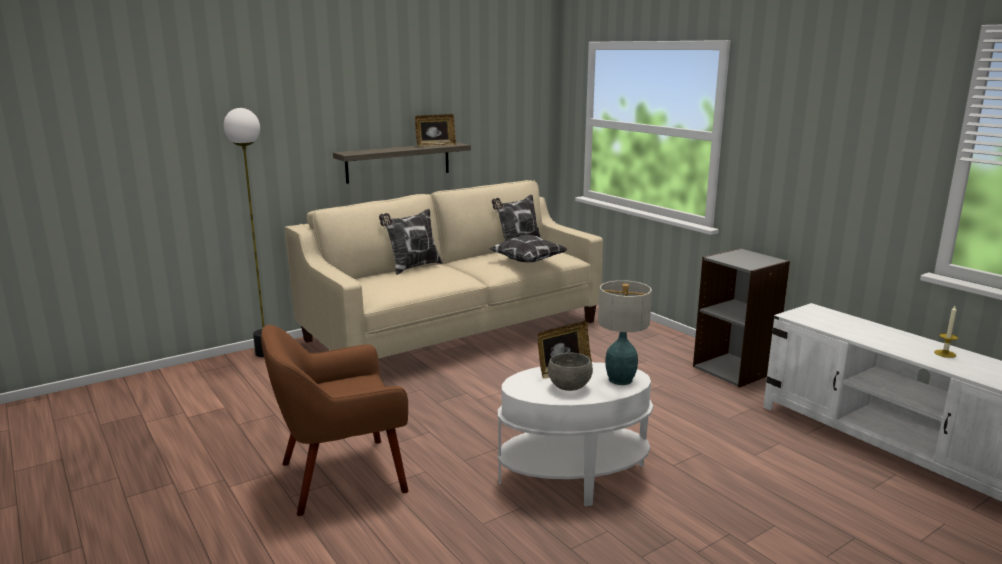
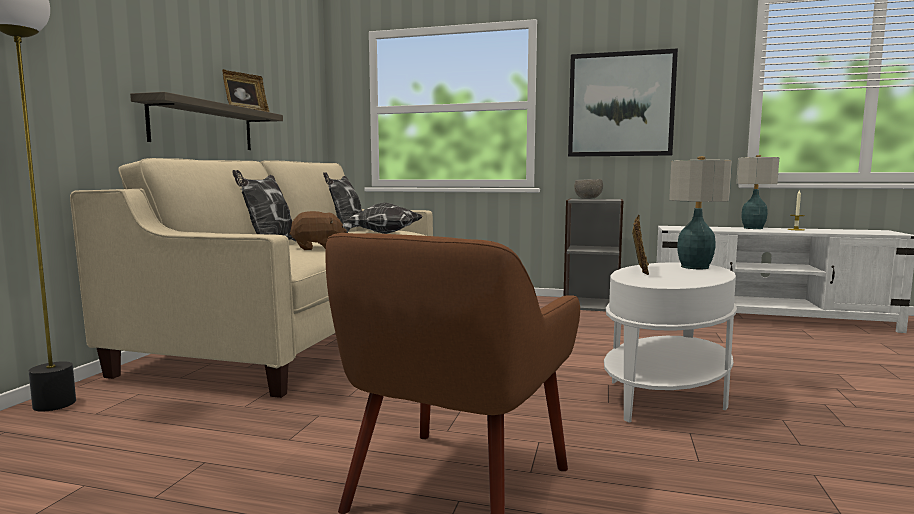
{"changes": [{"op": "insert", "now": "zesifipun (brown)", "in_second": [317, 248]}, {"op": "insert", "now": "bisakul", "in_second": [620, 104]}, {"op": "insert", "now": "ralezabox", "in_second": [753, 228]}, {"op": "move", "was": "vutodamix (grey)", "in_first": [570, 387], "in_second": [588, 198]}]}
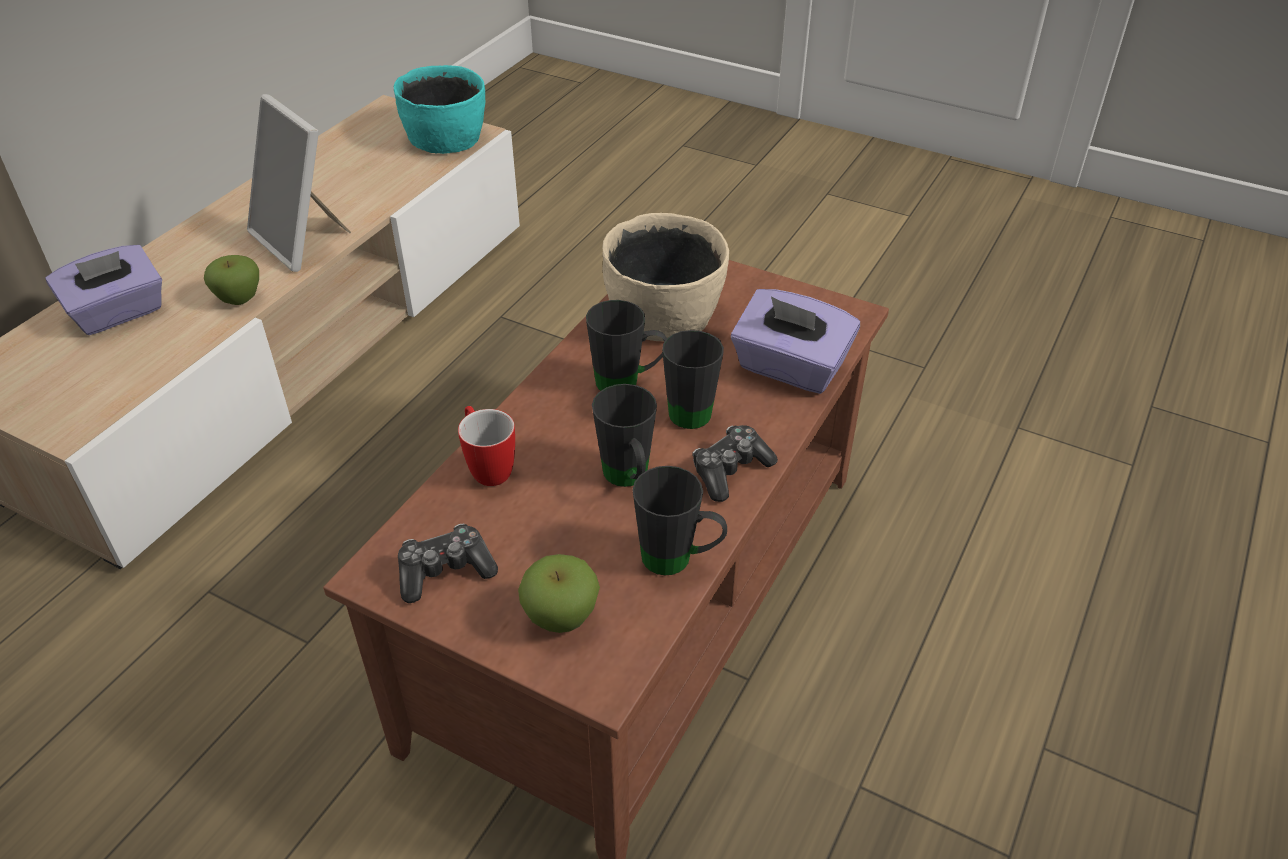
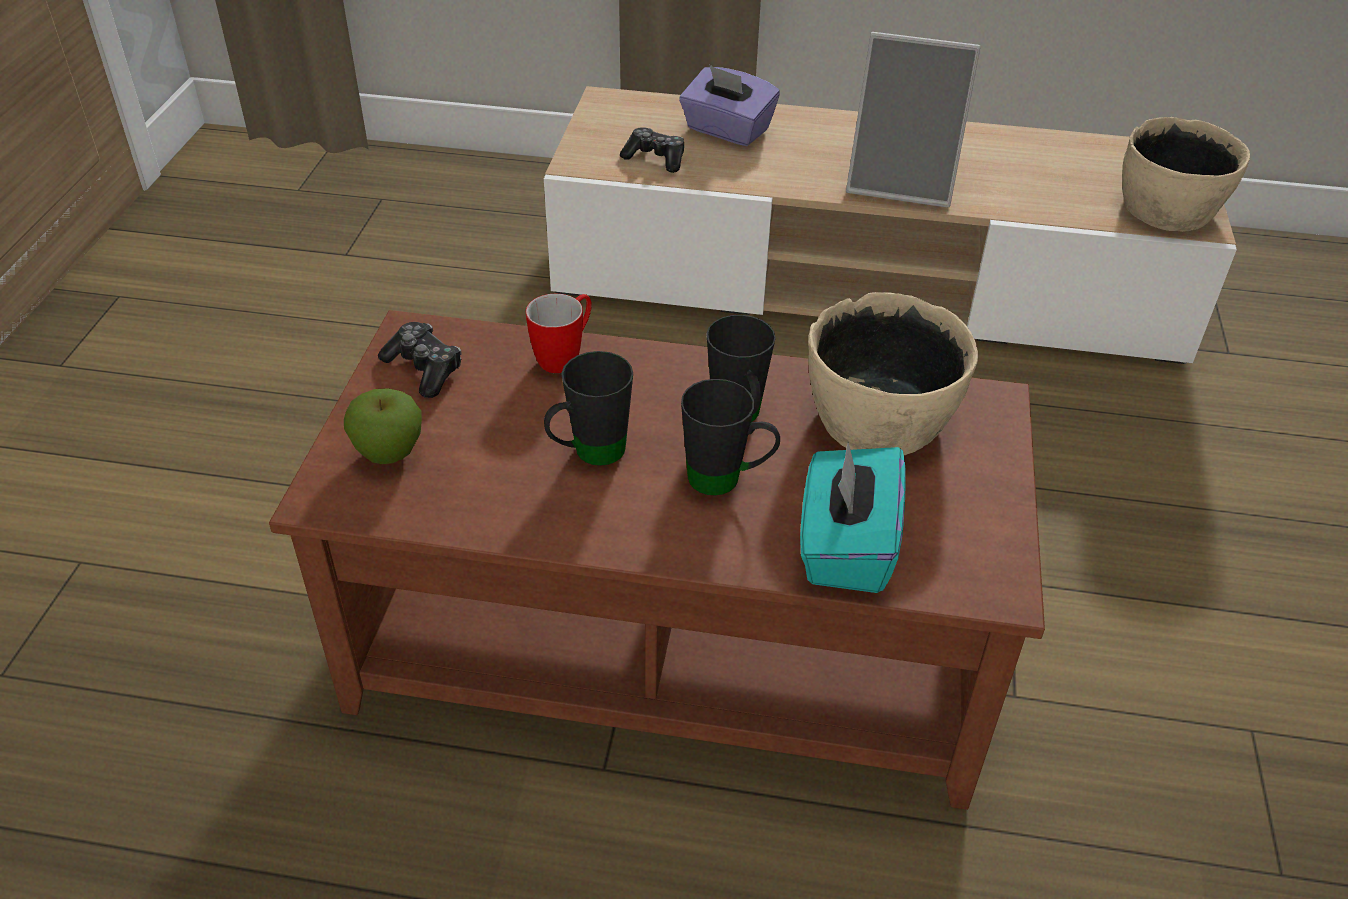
{"changes": [{"op": "delete", "was": "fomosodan", "in_first": [239, 299]}, {"op": "delete", "was": "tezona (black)", "in_first": [679, 560]}, {"op": "move", "was": "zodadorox", "in_first": [730, 470], "in_second": [655, 158]}, {"op": "recolor", "was": "vutodamix (turquoise)", "now": "vutodamix (beige)", "in_first": [447, 137], "in_second": [1169, 209]}, {"op": "recolor", "was": "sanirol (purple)", "now": "sanirol (turquoise)", "in_first": [790, 368], "in_second": [845, 547]}, {"op": "rotate", "was": "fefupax", "in_first": [303, 240], "in_second": [902, 183], "clockwise": -105}]}
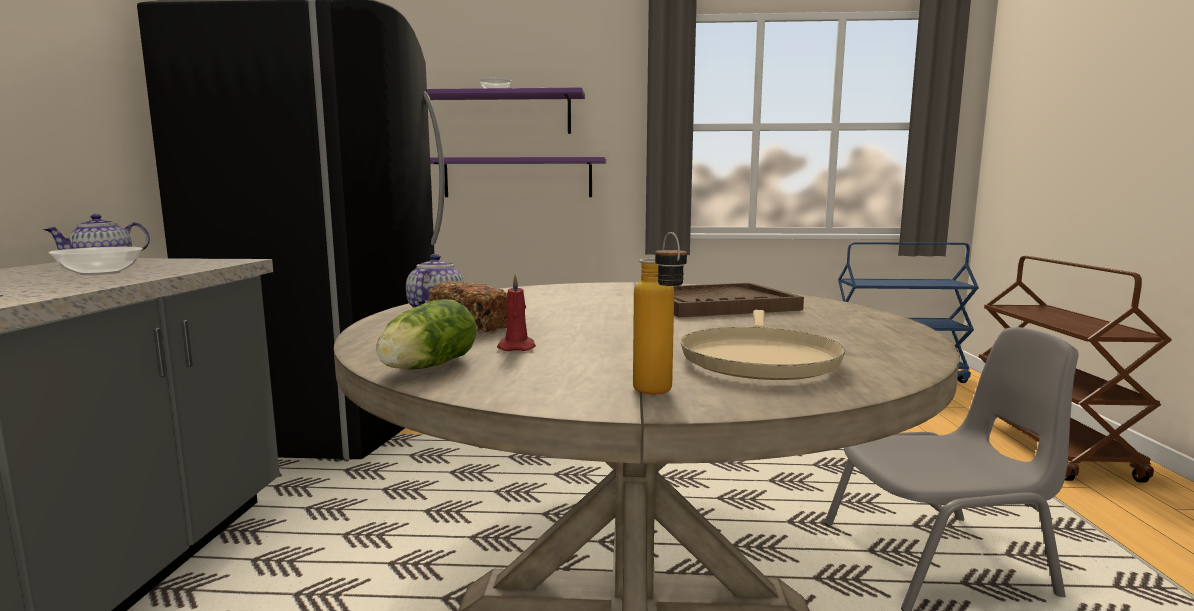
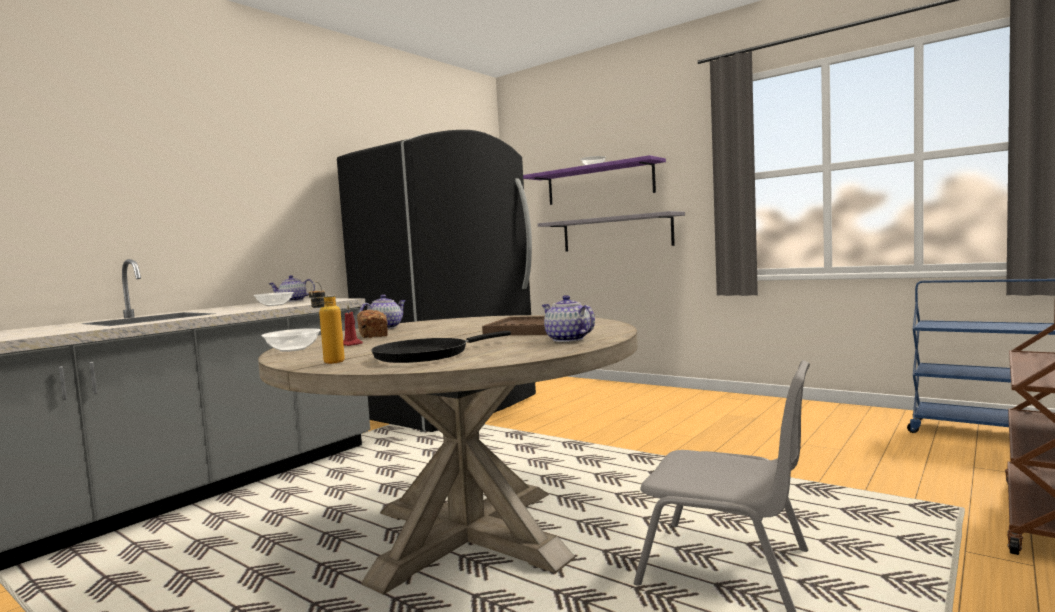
{"changes": [{"op": "insert", "now": "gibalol", "in_second": [568, 339]}, {"op": "replace", "was": "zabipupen", "now": "vutodamix", "in_first": [425, 367], "in_second": [293, 349]}, {"op": "recolor", "was": "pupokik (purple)", "now": "pupokik (grey)", "in_first": [517, 178], "in_second": [616, 233]}, {"op": "recolor", "was": "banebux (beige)", "now": "banebux (black)", "in_first": [758, 359], "in_second": [427, 355]}]}
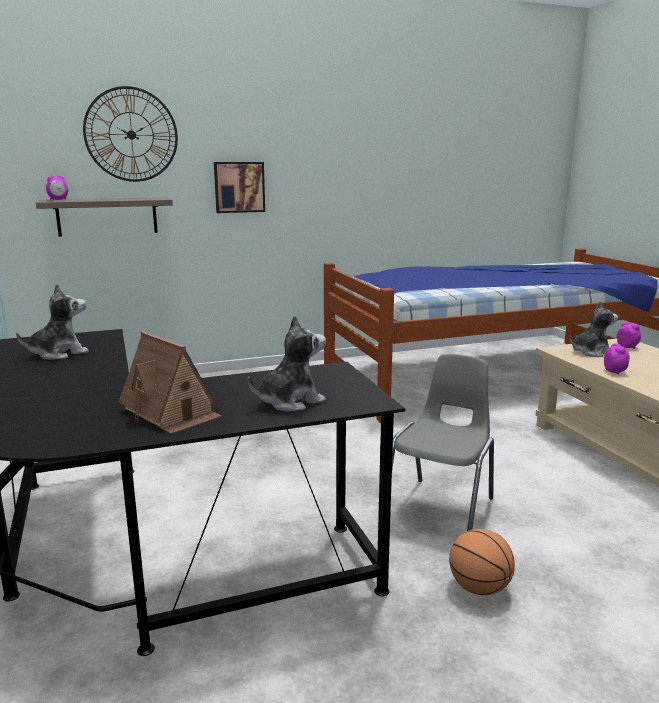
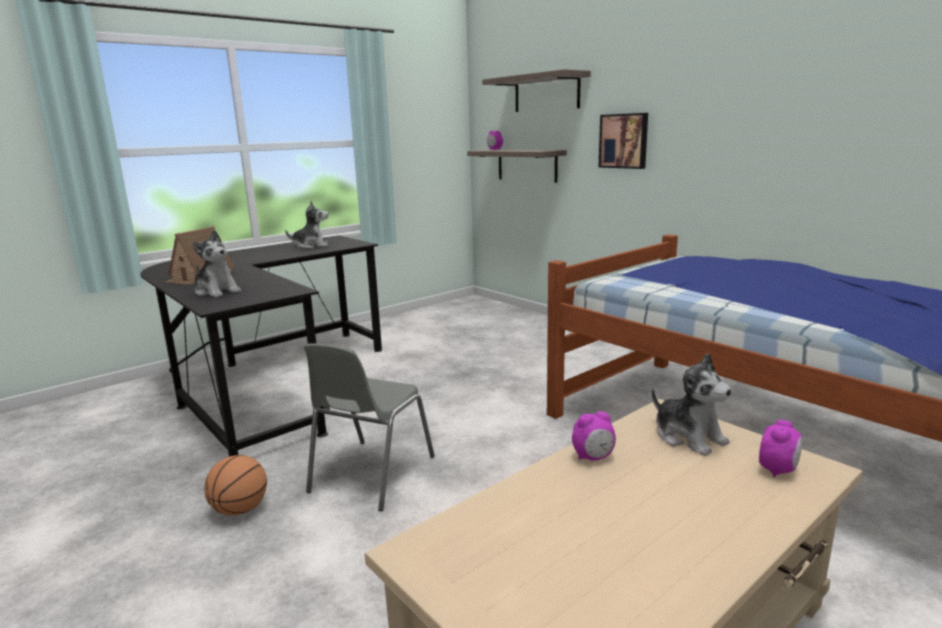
{"changes": [{"op": "replace", "was": "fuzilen", "now": "pupokik", "in_first": [131, 134], "in_second": [546, 93]}, {"op": "rotate", "was": "zesifipun", "in_first": [59, 353], "in_second": [311, 246], "clockwise": -45}, {"op": "rotate", "was": "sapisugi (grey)", "in_first": [441, 510], "in_second": [370, 475], "clockwise": 105}]}
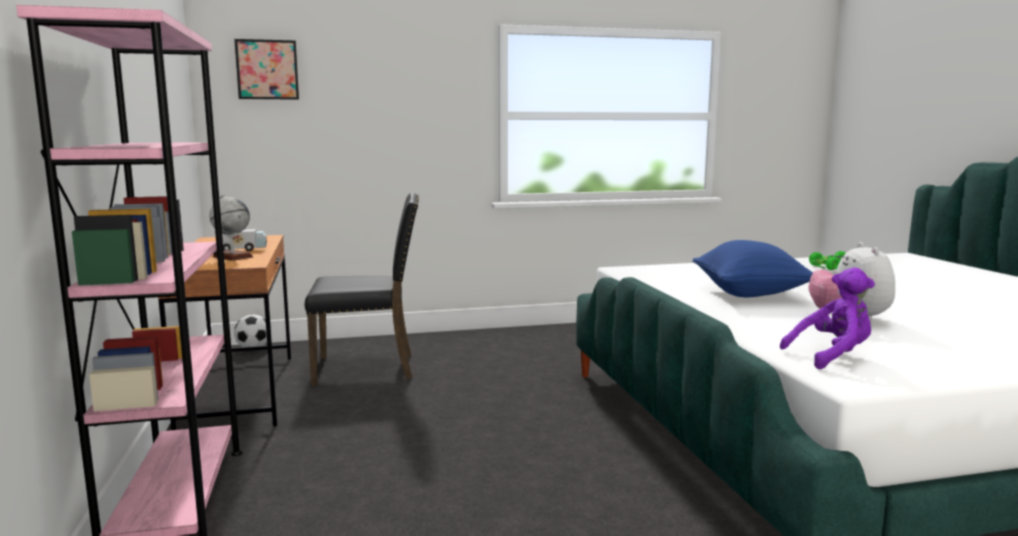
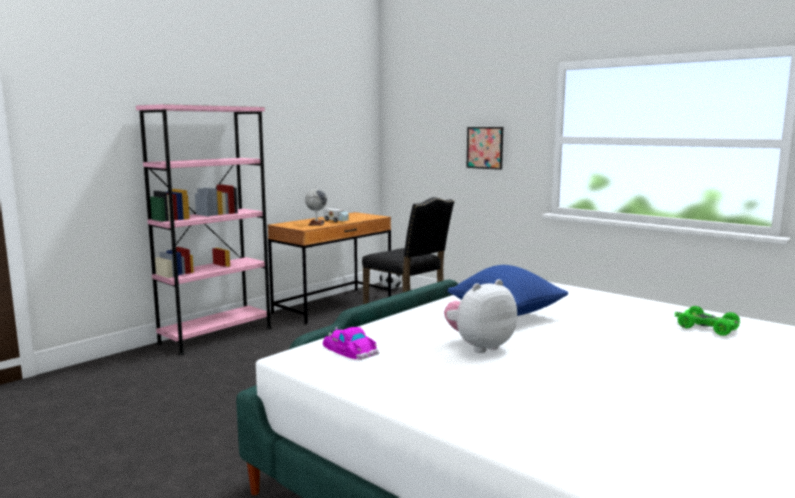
{"changes": [{"op": "move", "was": "bisakul", "in_first": [267, 69], "in_second": [485, 147]}, {"op": "replace", "was": "zesifipun (purple)", "now": "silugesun", "in_first": [832, 356], "in_second": [350, 350]}]}
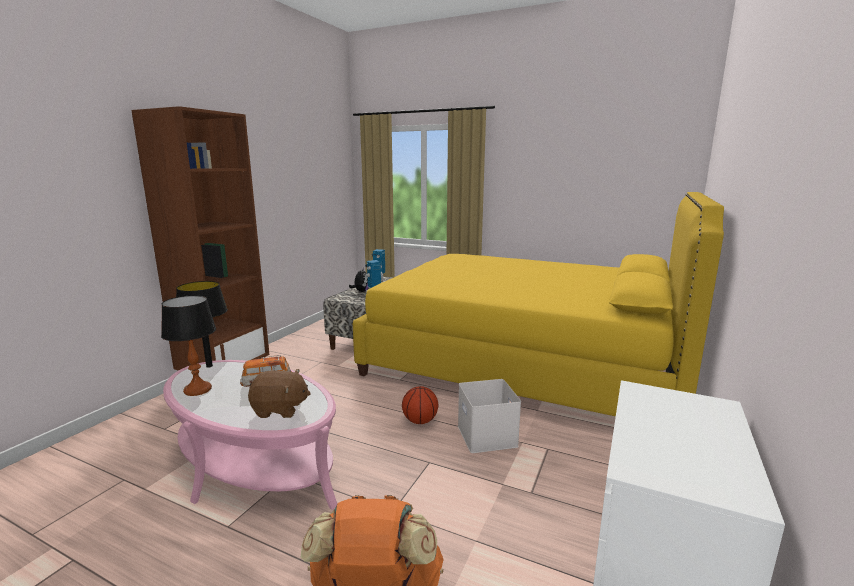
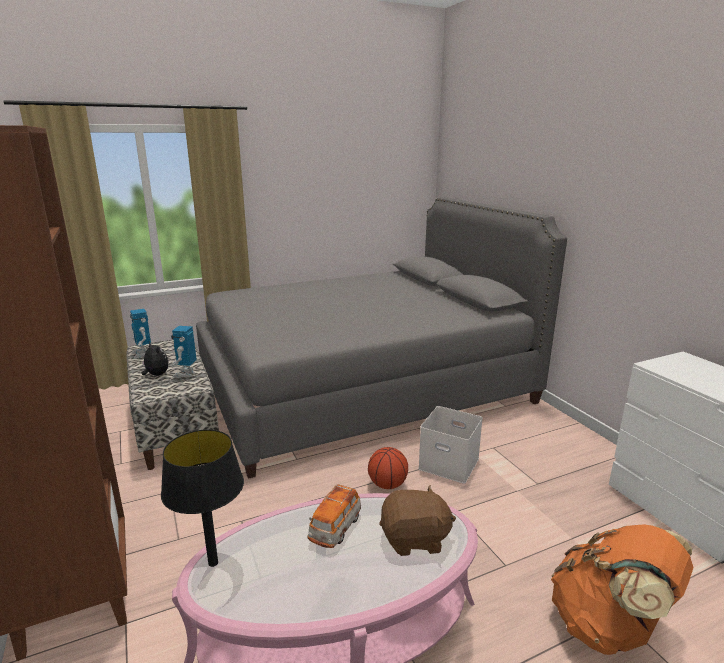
{"changes": [{"op": "delete", "was": "ralezabox", "in_first": [198, 390]}, {"op": "recolor", "was": "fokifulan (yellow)", "now": "fokifulan (grey)", "in_first": [525, 362], "in_second": [362, 387]}, {"op": "rotate", "was": "zesifipun (brown)", "in_first": [280, 409], "in_second": [415, 539], "clockwise": 45}]}
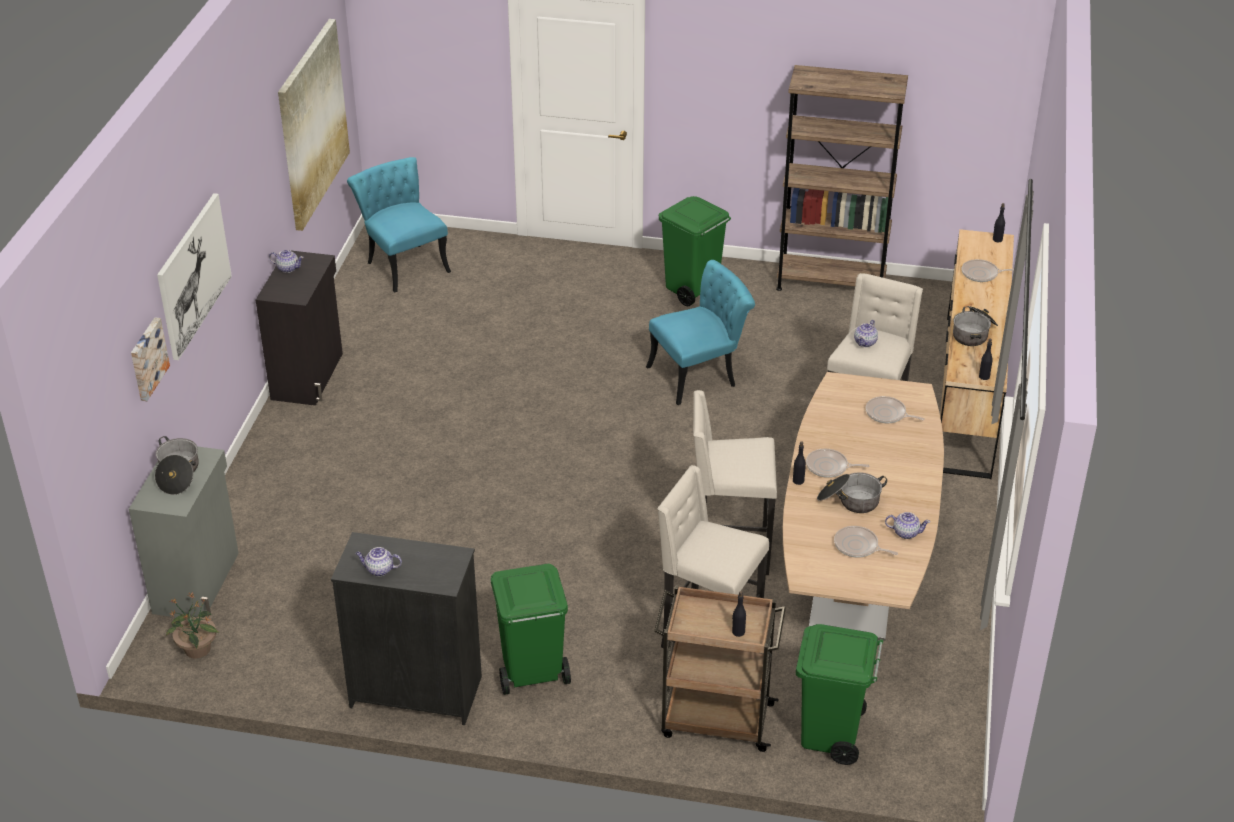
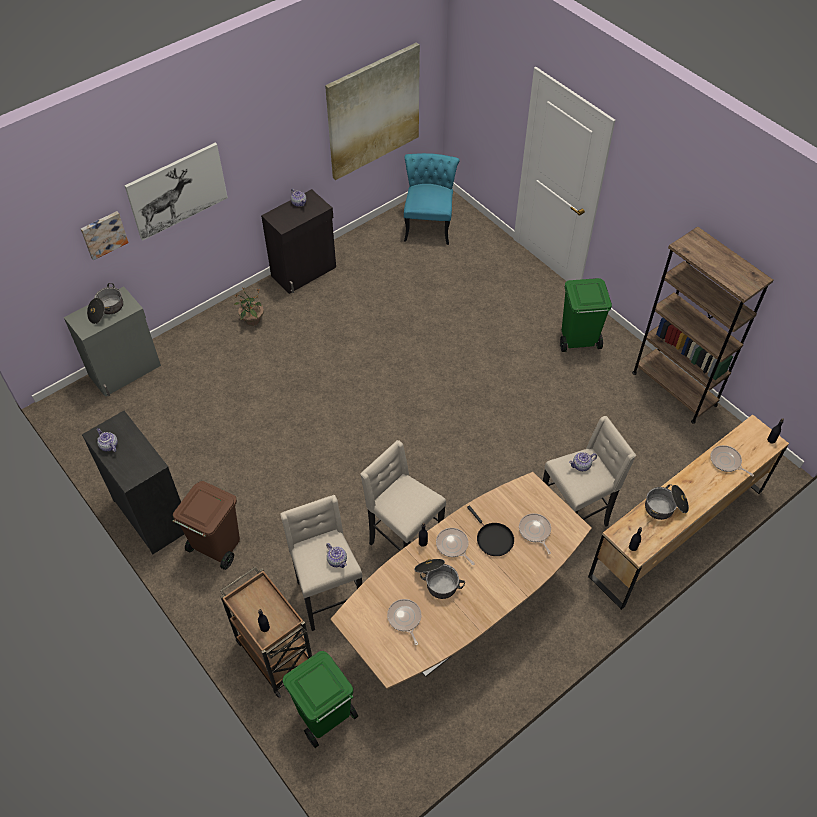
{"changes": [{"op": "delete", "was": "sapisugi (turquoise)", "in_first": [700, 374]}, {"op": "insert", "now": "banebux (black)", "in_second": [493, 539]}, {"op": "move", "was": "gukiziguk", "in_first": [197, 650], "in_second": [252, 320]}, {"op": "move", "was": "gibalol", "in_first": [905, 532], "in_second": [337, 560]}, {"op": "recolor", "was": "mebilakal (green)", "now": "mebilakal (brown)", "in_first": [531, 673], "in_second": [216, 547]}]}
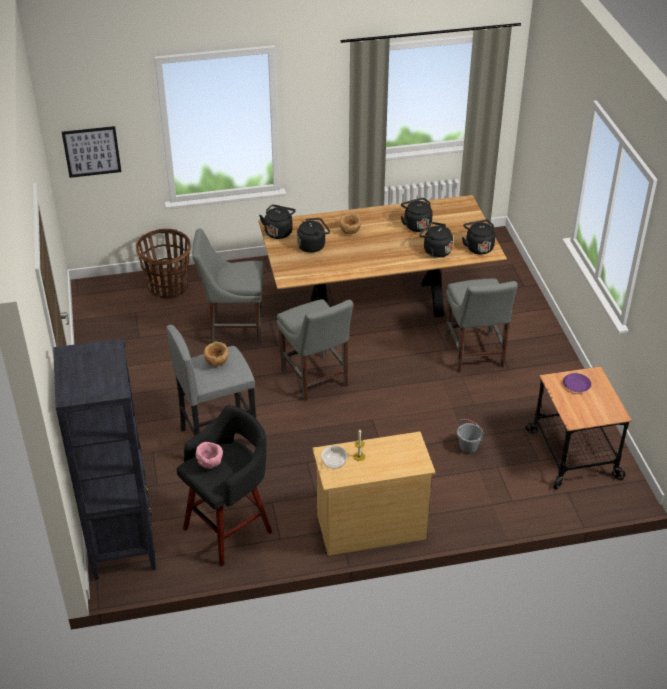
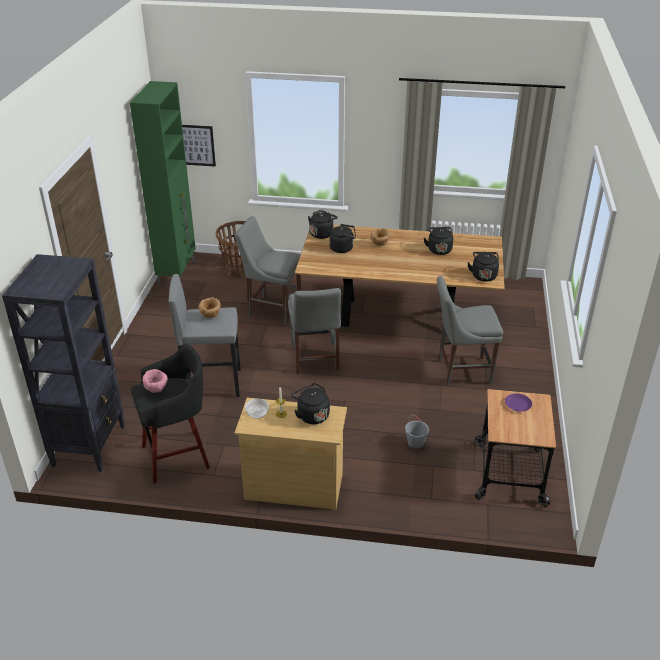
{"changes": [{"op": "insert", "now": "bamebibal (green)", "in_second": [177, 272]}, {"op": "move", "was": "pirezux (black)", "in_first": [435, 251], "in_second": [311, 415]}, {"op": "rotate", "was": "sapisugi (grey)", "in_first": [474, 355], "in_second": [461, 371], "clockwise": 75}]}
